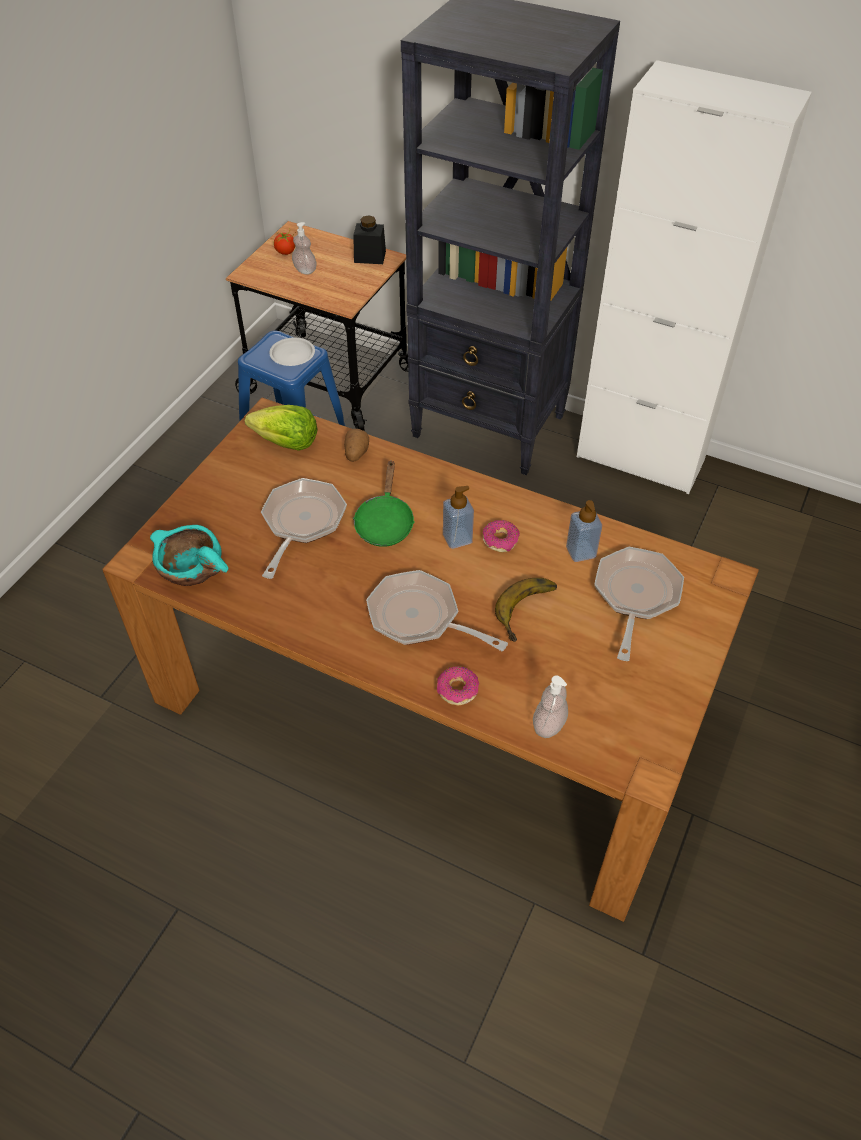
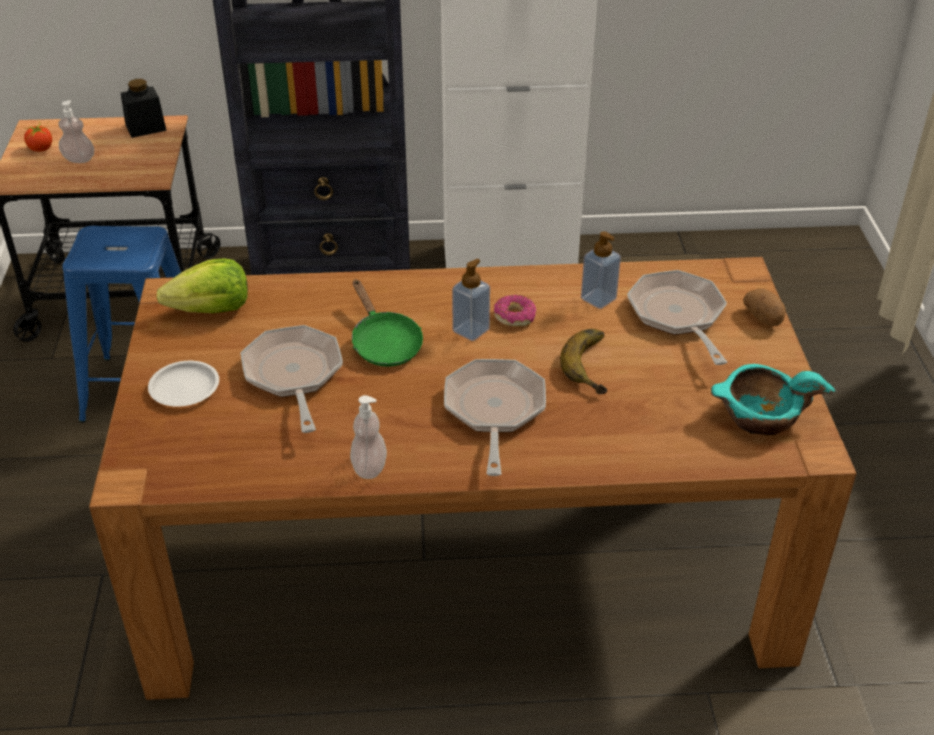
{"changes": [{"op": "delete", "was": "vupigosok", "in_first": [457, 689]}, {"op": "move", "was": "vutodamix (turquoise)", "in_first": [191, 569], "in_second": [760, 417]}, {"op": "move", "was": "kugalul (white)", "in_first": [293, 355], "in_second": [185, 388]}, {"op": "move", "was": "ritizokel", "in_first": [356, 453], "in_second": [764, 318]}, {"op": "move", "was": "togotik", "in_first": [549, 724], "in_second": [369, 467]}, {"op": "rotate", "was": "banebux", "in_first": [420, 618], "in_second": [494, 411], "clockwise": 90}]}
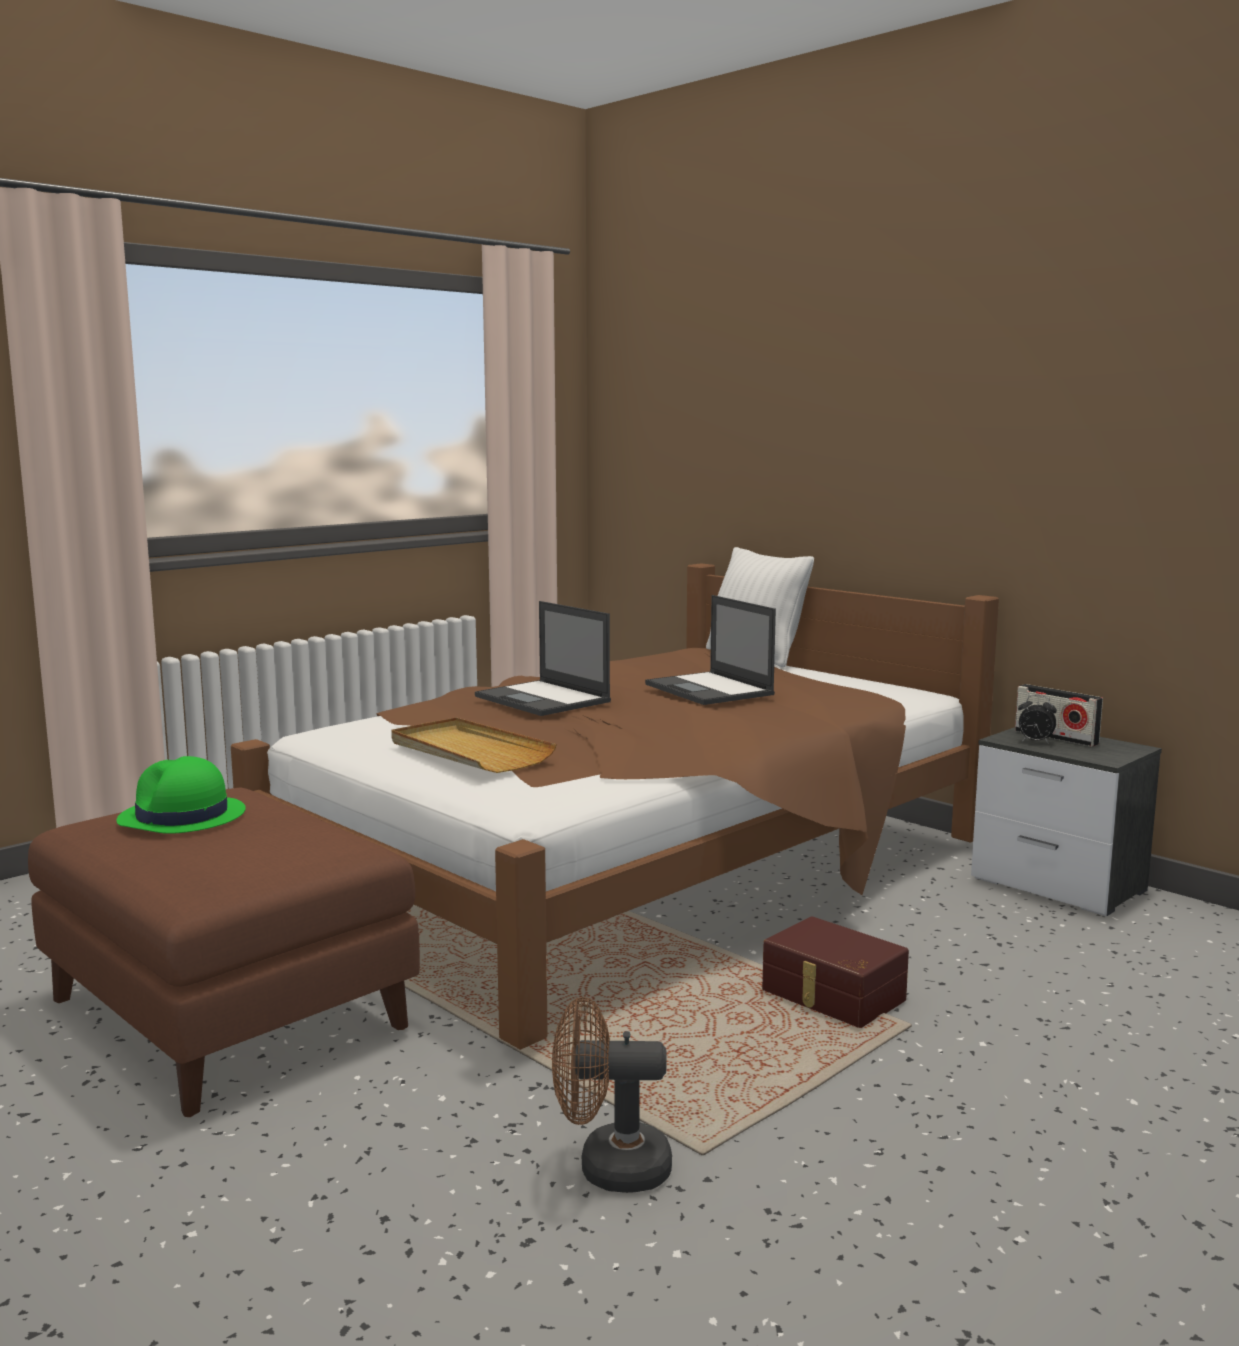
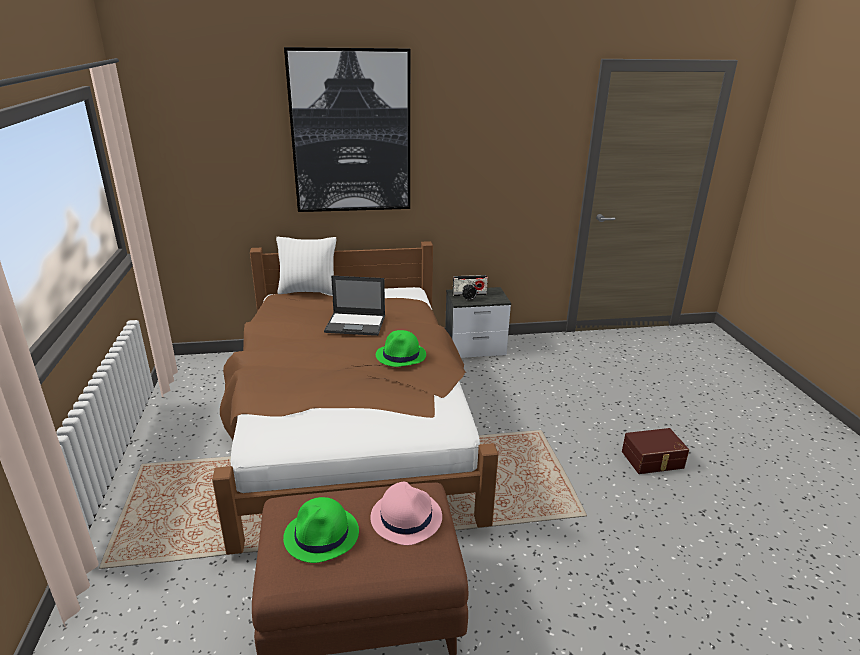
{"changes": [{"op": "delete", "was": "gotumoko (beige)", "in_first": [469, 751]}, {"op": "delete", "was": "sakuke", "in_first": [543, 699]}, {"op": "delete", "was": "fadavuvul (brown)", "in_first": [609, 1167]}, {"op": "insert", "now": "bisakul", "in_second": [351, 133]}, {"op": "insert", "now": "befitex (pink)", "in_second": [406, 517]}, {"op": "insert", "now": "befitex (green)", "in_second": [401, 355]}, {"op": "move", "was": "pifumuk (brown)", "in_first": [831, 996], "in_second": [653, 460]}]}
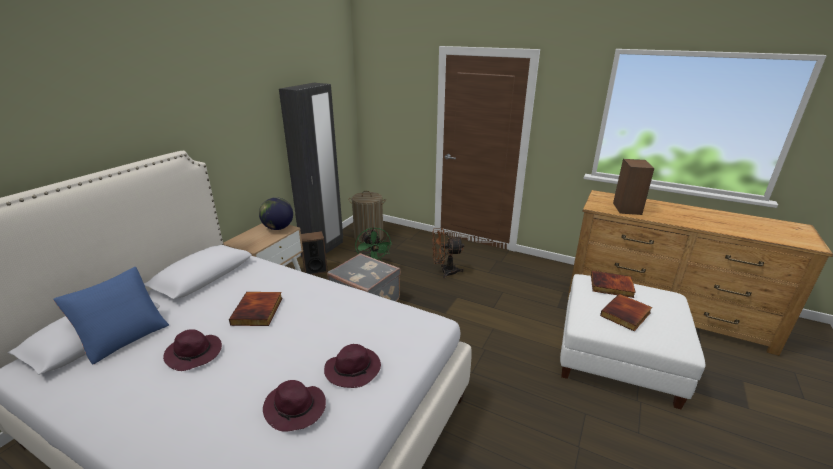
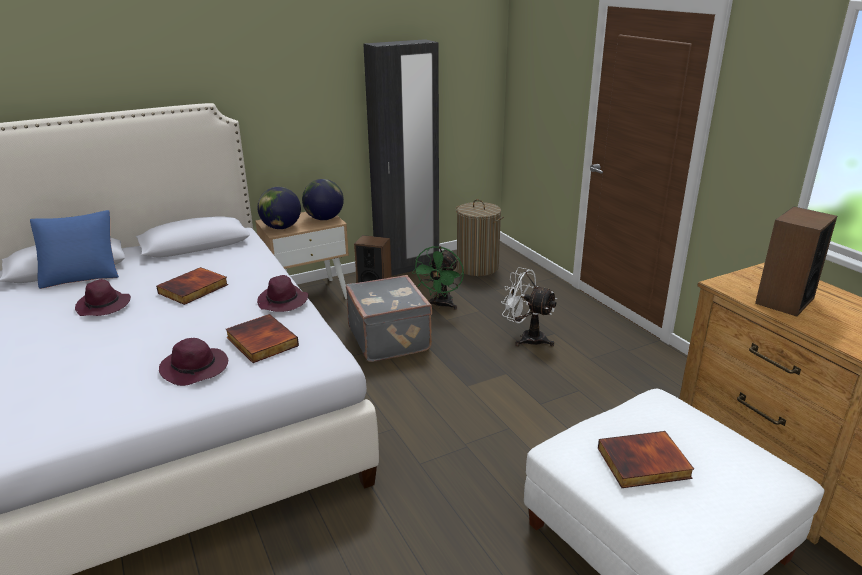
{"changes": [{"op": "insert", "now": "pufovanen", "in_second": [281, 227]}, {"op": "move", "was": "befitex (purple)", "in_first": [296, 409], "in_second": [283, 302]}, {"op": "move", "was": "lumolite", "in_first": [611, 286], "in_second": [260, 342]}, {"op": "recolor", "was": "fadavuvul (brown)", "now": "fadavuvul (white)", "in_first": [445, 272], "in_second": [526, 338]}]}
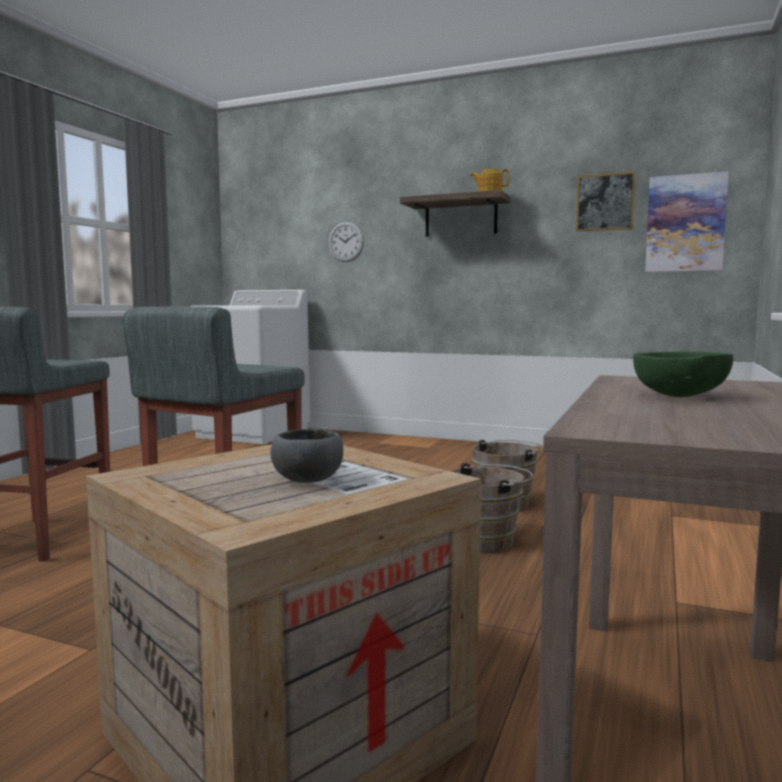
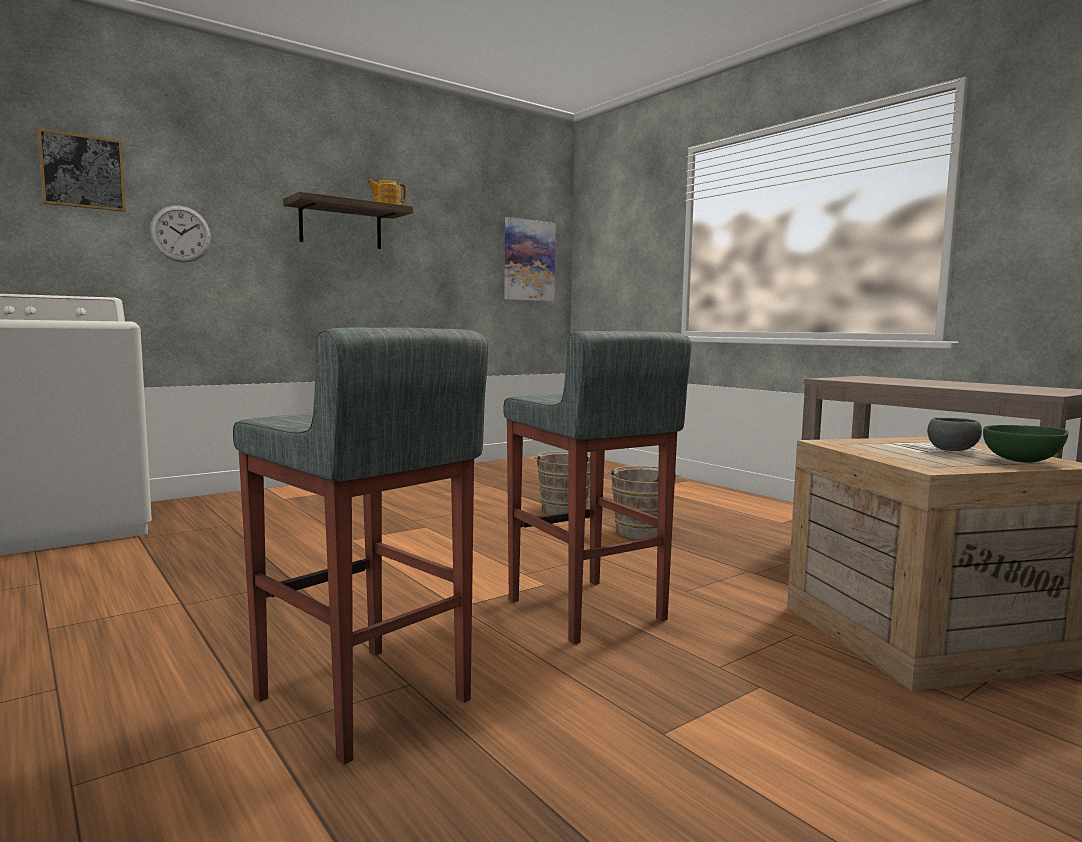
{"changes": [{"op": "move", "was": "bisakul", "in_first": [605, 202], "in_second": [82, 171]}, {"op": "move", "was": "vutodamix (green)", "in_first": [679, 396], "in_second": [1024, 462]}]}
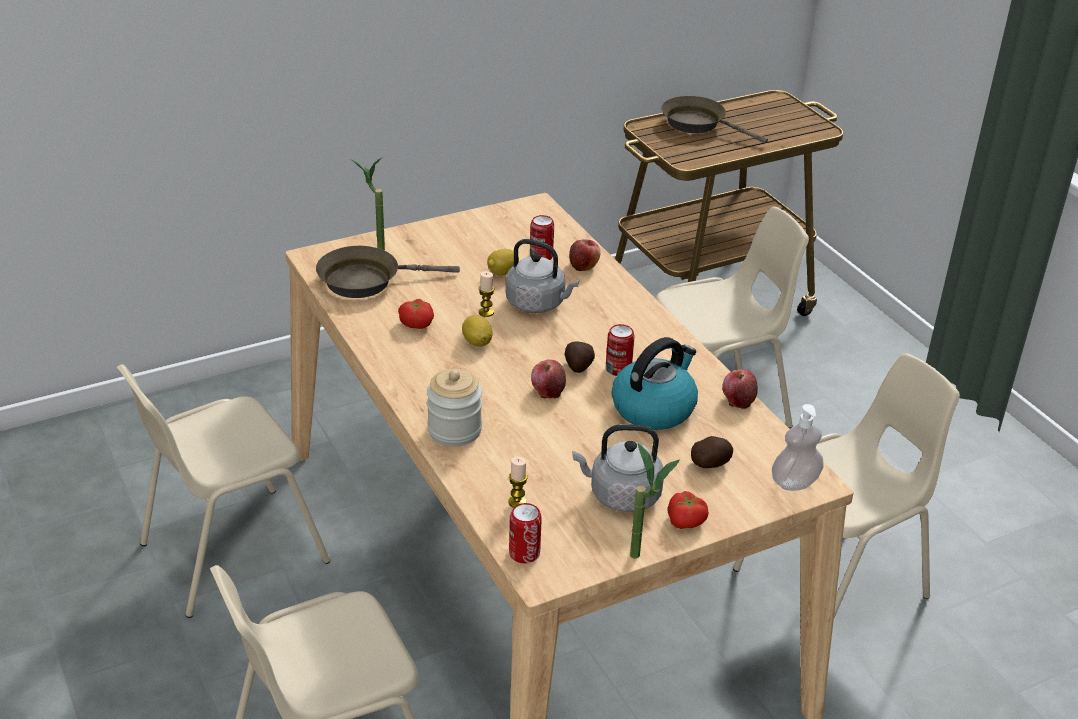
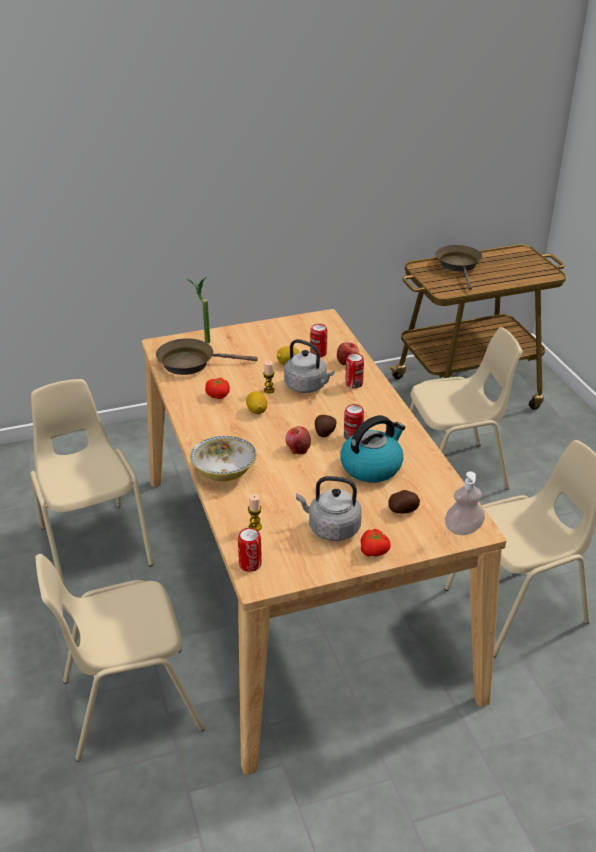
{"changes": [{"op": "delete", "was": "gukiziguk", "in_first": [644, 558]}, {"op": "delete", "was": "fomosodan", "in_first": [738, 400]}, {"op": "insert", "now": "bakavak", "in_second": [354, 384]}, {"op": "replace", "was": "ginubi", "now": "vutodamix", "in_first": [454, 430], "in_second": [224, 472]}, {"op": "rotate", "was": "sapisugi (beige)", "in_first": [231, 552], "in_second": [95, 545], "clockwise": 90}, {"op": "rotate", "was": "banebux (brown)", "in_first": [698, 124], "in_second": [459, 266], "clockwise": 45}]}
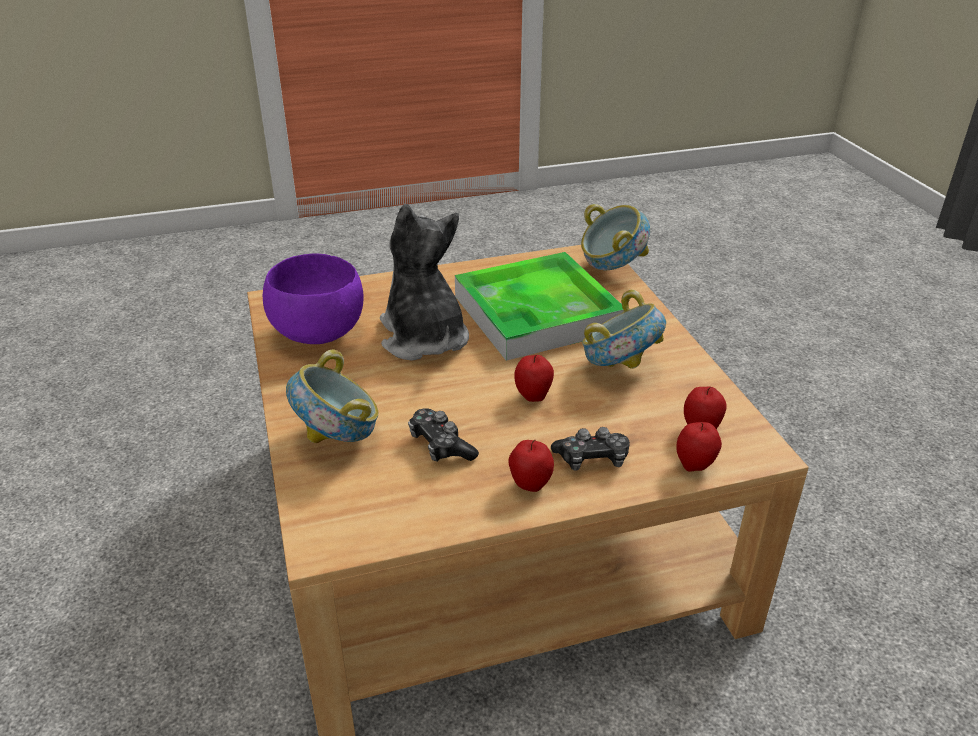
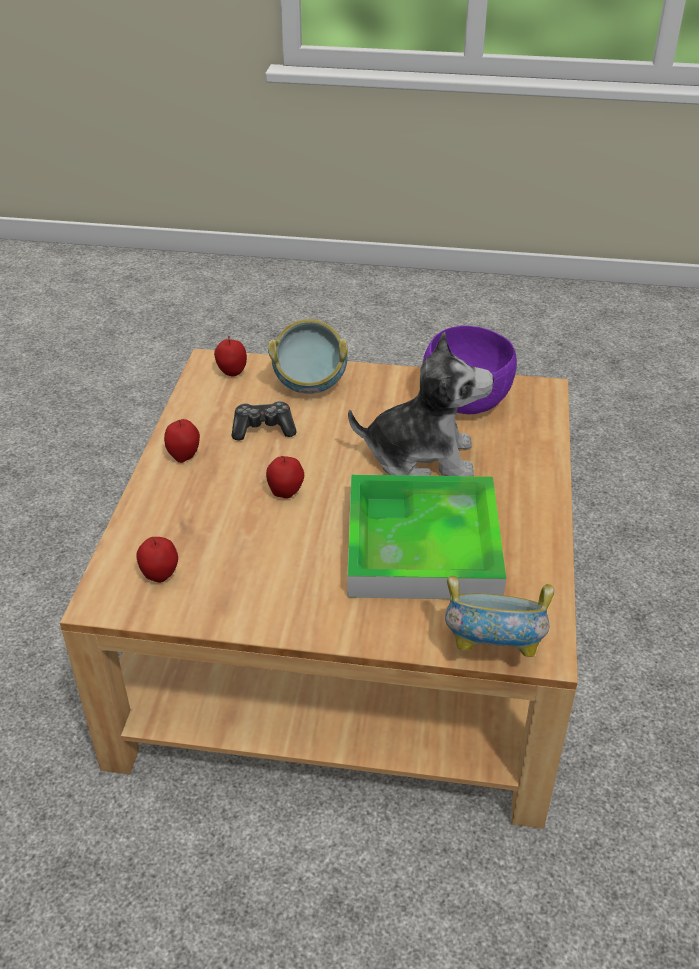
{"changes": [{"op": "delete", "was": "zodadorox", "in_first": [592, 459]}, {"op": "delete", "was": "vutodamix", "in_first": [619, 368]}, {"op": "move", "was": "fomosodan", "in_first": [695, 466], "in_second": [232, 373]}]}
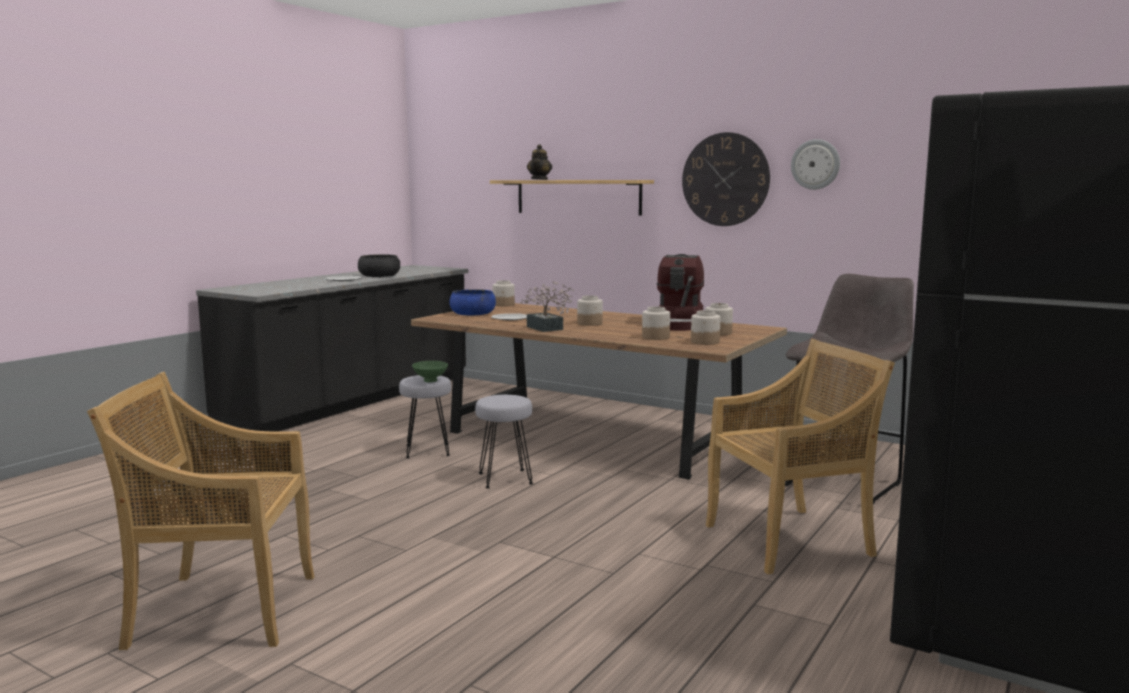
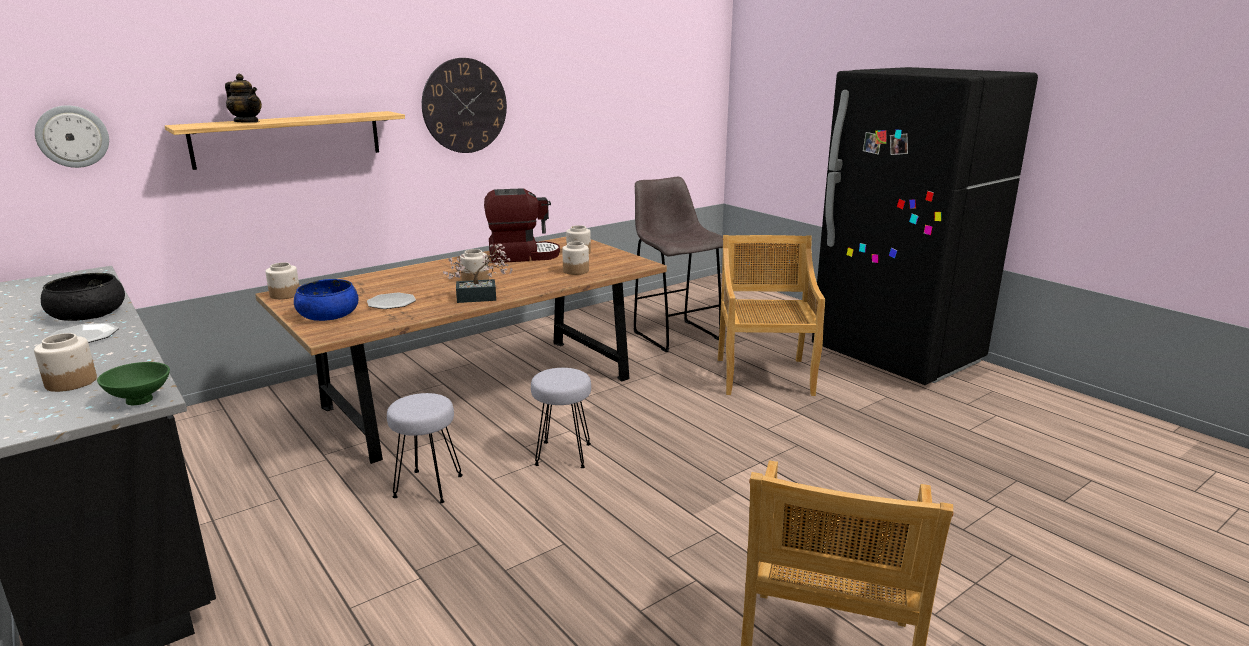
{"changes": [{"op": "move", "was": "vutodamix (green)", "in_first": [431, 381], "in_second": [141, 399]}, {"op": "move", "was": "ginubi", "in_first": [704, 342], "in_second": [71, 382]}, {"op": "move", "was": "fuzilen", "in_first": [815, 164], "in_second": [72, 136]}, {"op": "rotate", "was": "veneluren", "in_first": [679, 324], "in_second": [522, 255], "clockwise": -45}]}
